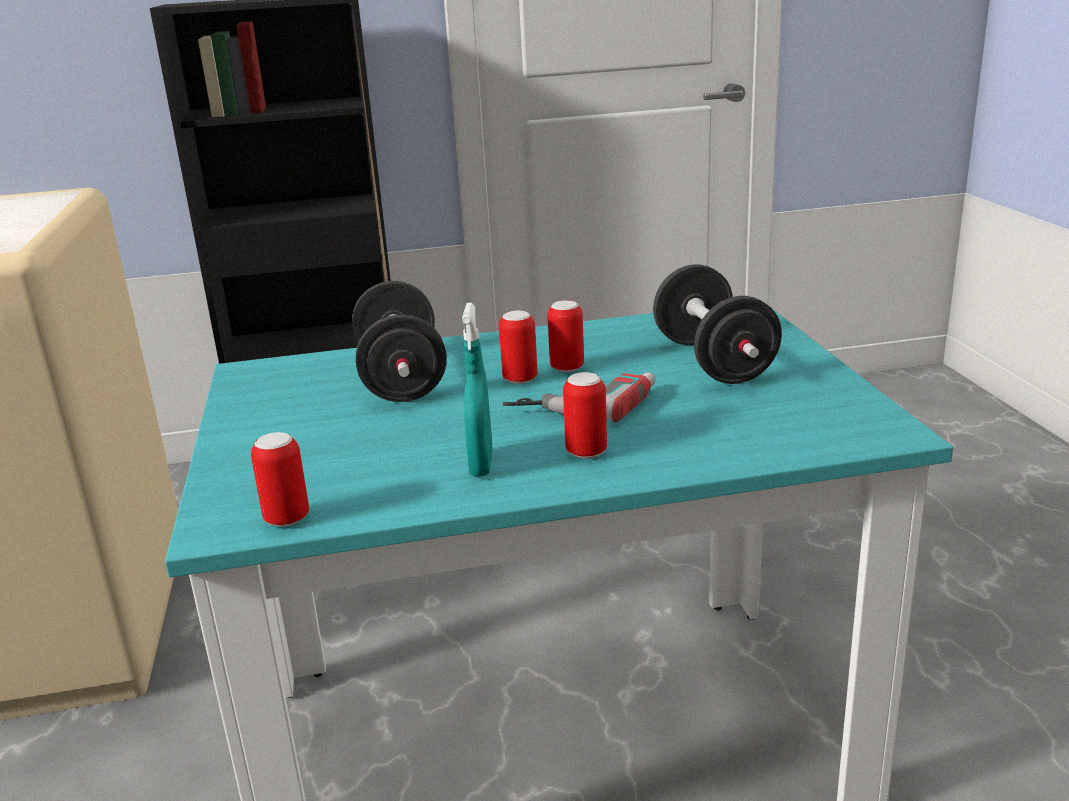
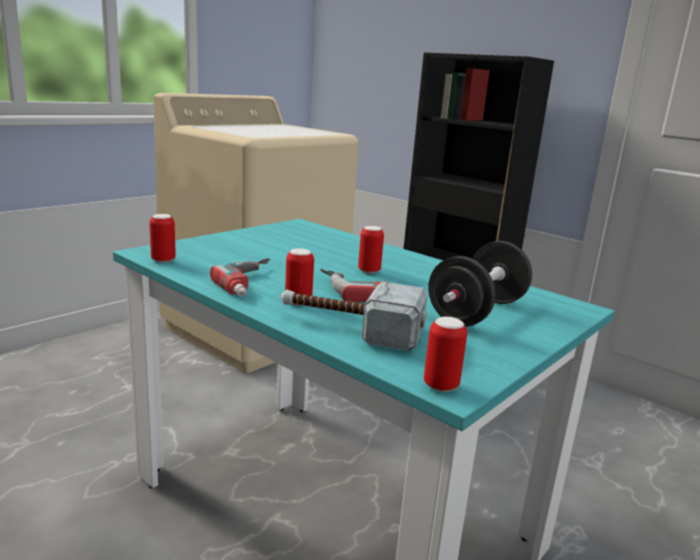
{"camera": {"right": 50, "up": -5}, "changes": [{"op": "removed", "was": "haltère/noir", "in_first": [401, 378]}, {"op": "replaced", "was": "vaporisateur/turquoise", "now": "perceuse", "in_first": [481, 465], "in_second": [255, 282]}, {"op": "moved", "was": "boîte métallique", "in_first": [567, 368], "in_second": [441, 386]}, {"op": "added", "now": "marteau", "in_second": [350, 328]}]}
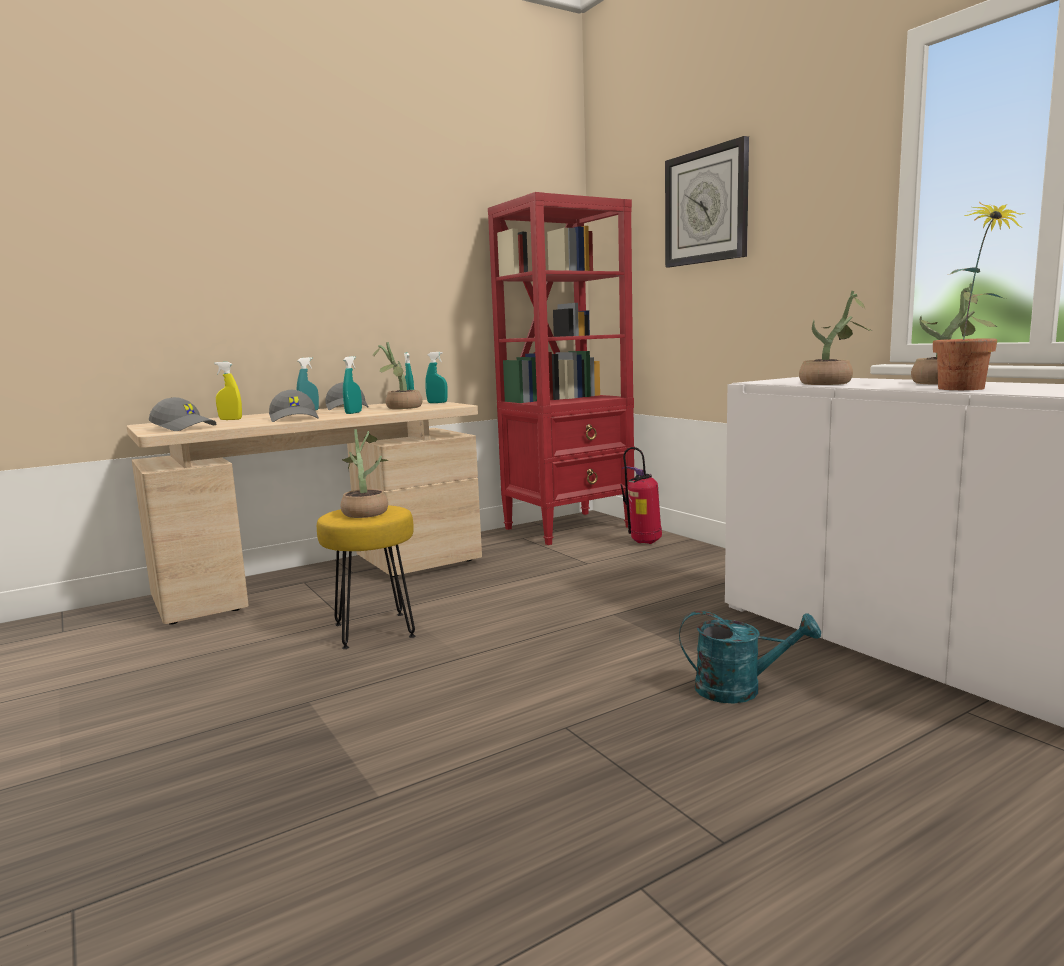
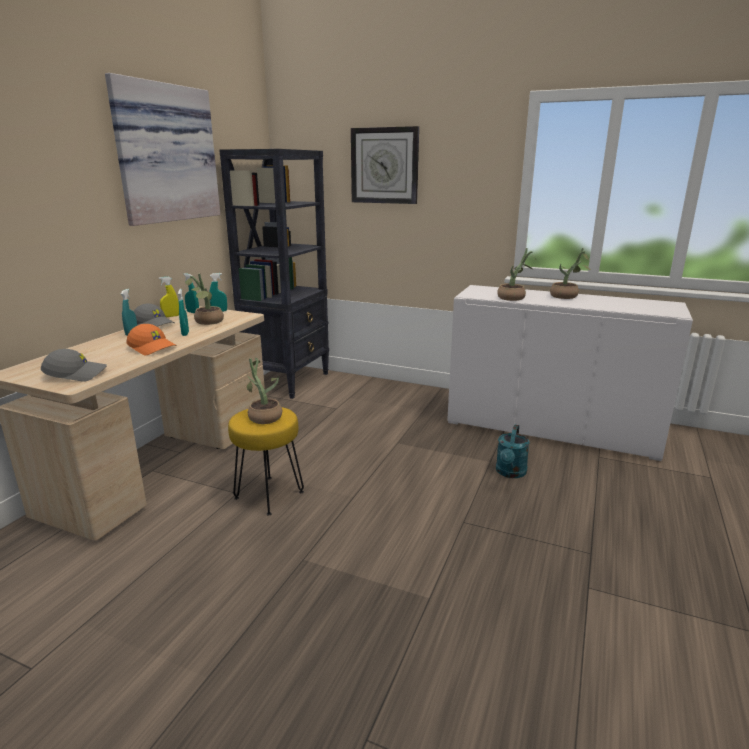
{"camera": {"right": -35, "up": 10}, "changes": [{"op": "moved", "was": "vaporisateur/jaune", "in_first": [230, 419], "in_second": [171, 316]}, {"op": "recoloured", "was": "casquette/gris", "now": "casquette/orange", "in_first": [295, 418], "in_second": [153, 348]}, {"op": "recoloured", "was": "bibliothèque/rouge", "now": "bibliothèque/noir", "in_first": [569, 528], "in_second": [288, 381]}, {"op": "removed", "was": "extincteur", "in_first": [643, 542]}, {"op": "turned", "was": "arrosoir/turquoise", "in_first": [740, 690], "in_second": [510, 473], "clockwise": 135}, {"op": "removed", "was": "plante en pot", "in_first": [966, 389]}, {"op": "added", "now": "tableau", "in_second": [164, 154]}]}
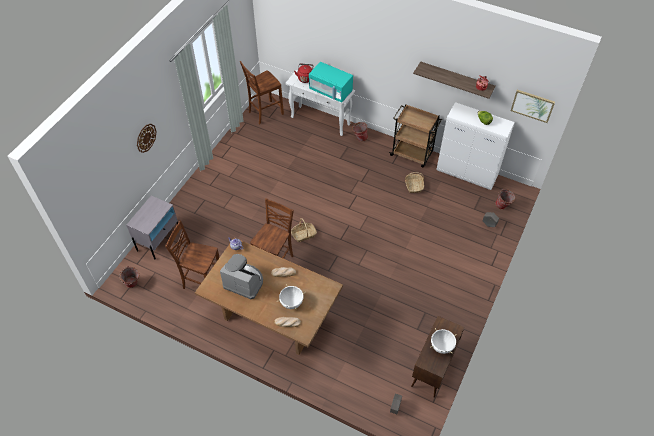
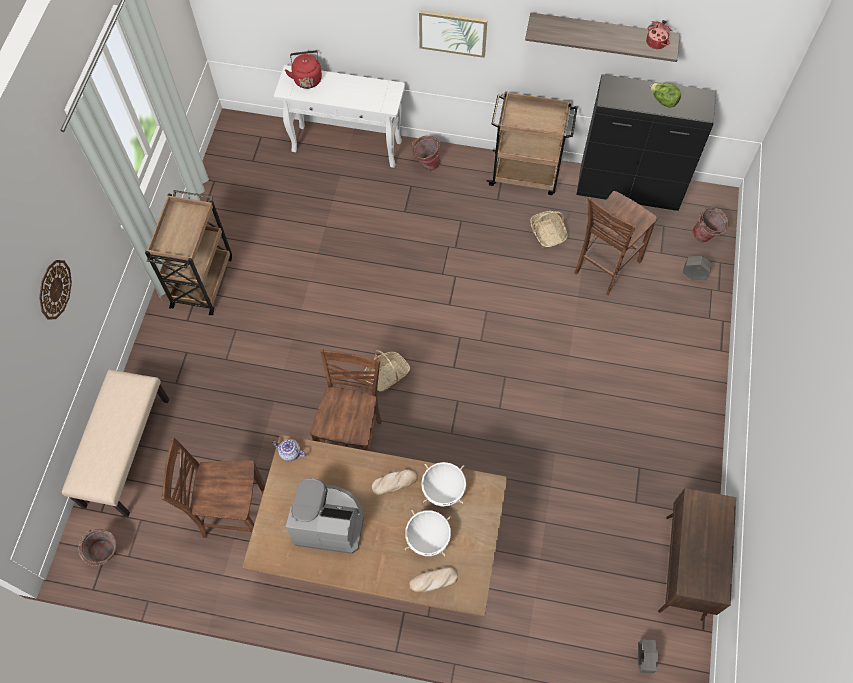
{"camera": {"right": -15, "up": 10}, "changes": [{"op": "replaced", "was": "table de chevet/gris", "now": "banc/beige", "in_first": [158, 239], "in_second": [126, 451]}, {"op": "moved", "was": "chaise/marron", "in_first": [264, 113], "in_second": [605, 267]}, {"op": "removed", "was": "micro-ondes/turquoise", "in_first": [331, 91]}, {"op": "moved", "was": "marmite/blanc", "in_first": [441, 346], "in_second": [443, 491]}, {"op": "recoloured", "was": "meuble de rangement/blanc", "now": "meuble de rangement/noir", "in_first": [467, 174], "in_second": [629, 189]}, {"op": "moved", "was": "tableau", "in_first": [532, 105], "in_second": [453, 32]}, {"op": "added", "now": "chariot/marron", "in_second": [202, 280]}]}
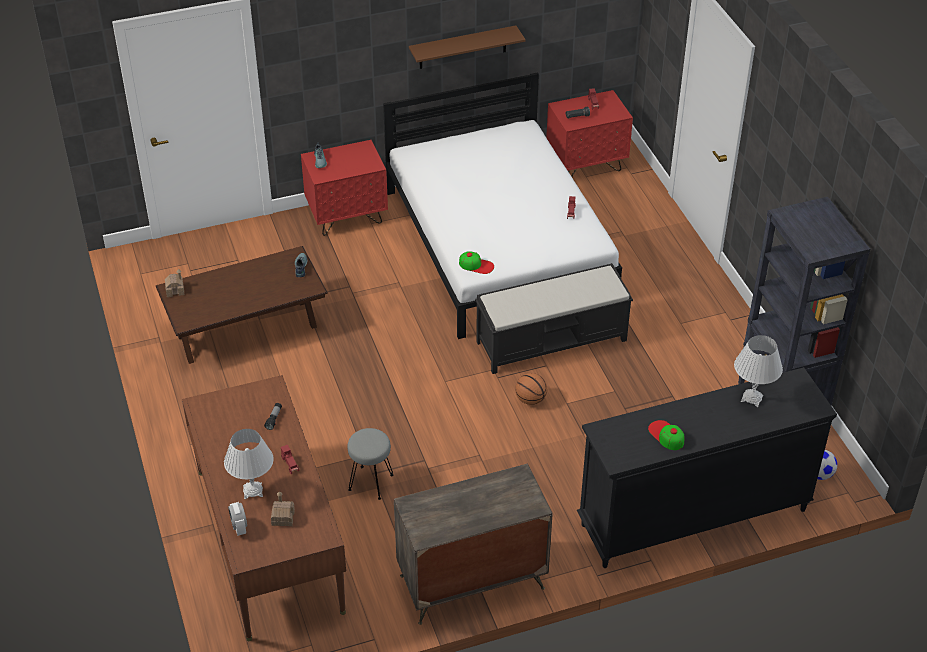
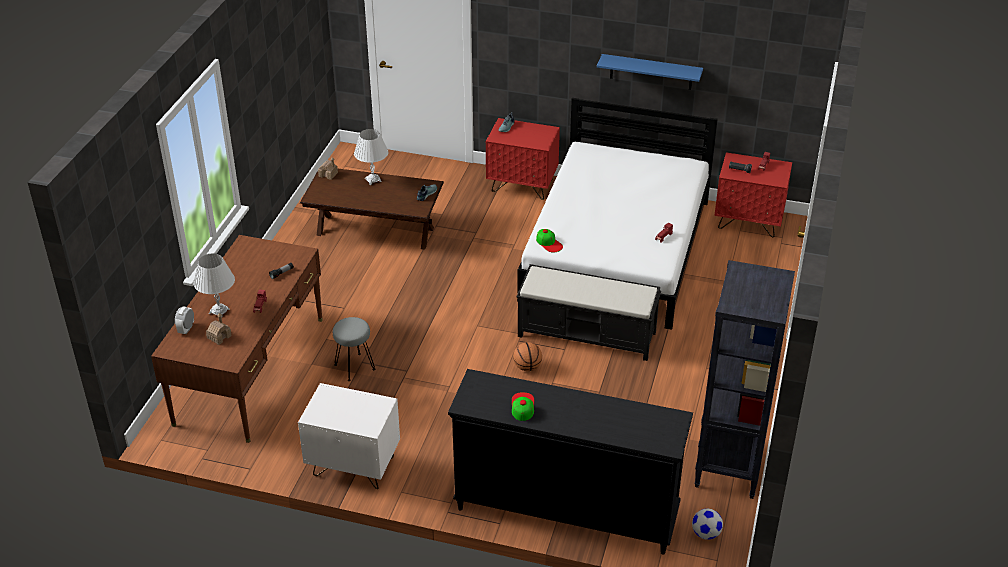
{"camera": {"right": 35, "up": -5}, "changes": [{"op": "replaced", "was": "commode", "now": "table de chevet/blanc", "in_first": [470, 581], "in_second": [353, 467]}, {"op": "recoloured", "was": "étagère/marron", "now": "étagère/bleu", "in_first": [462, 47], "in_second": [651, 72]}, {"op": "moved", "was": "lampe de table/blanc", "in_first": [752, 398], "in_second": [373, 180]}]}
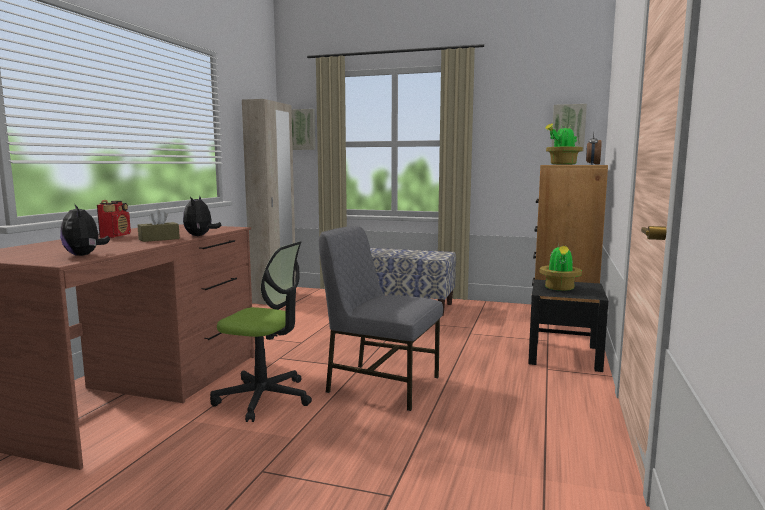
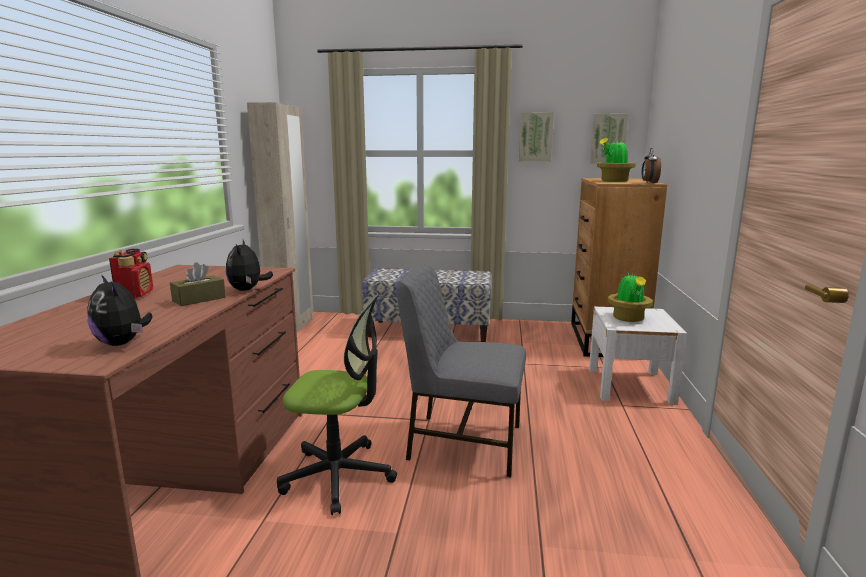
{"camera": {"right": -10, "up": 5}, "changes": [{"op": "moved", "was": "tableau", "in_first": [302, 129], "in_second": [535, 137]}, {"op": "recoloured", "was": "table de chevet/noir", "now": "table de chevet/blanc", "in_first": [564, 355], "in_second": [630, 385]}]}
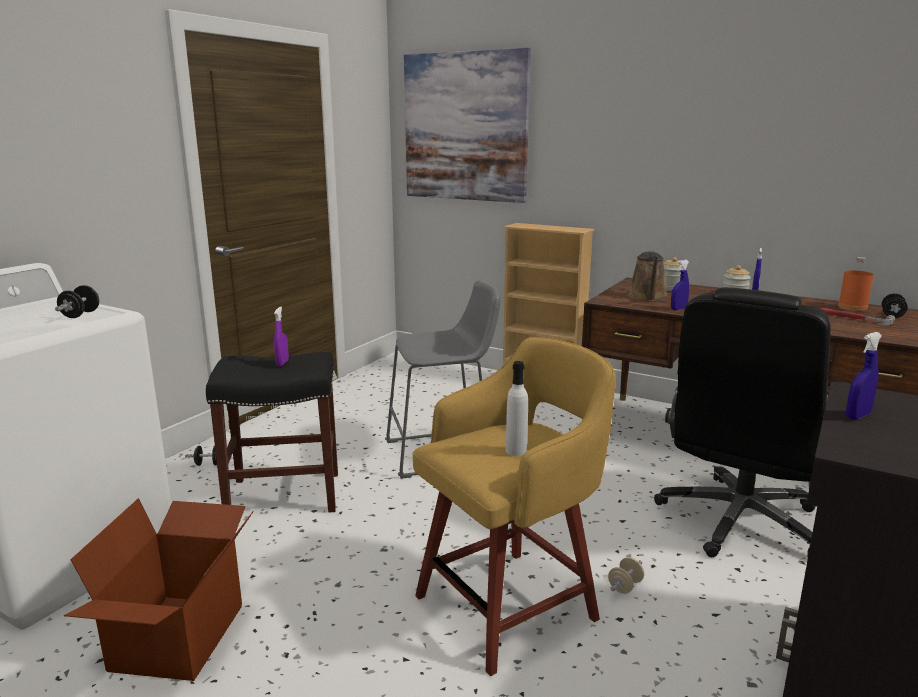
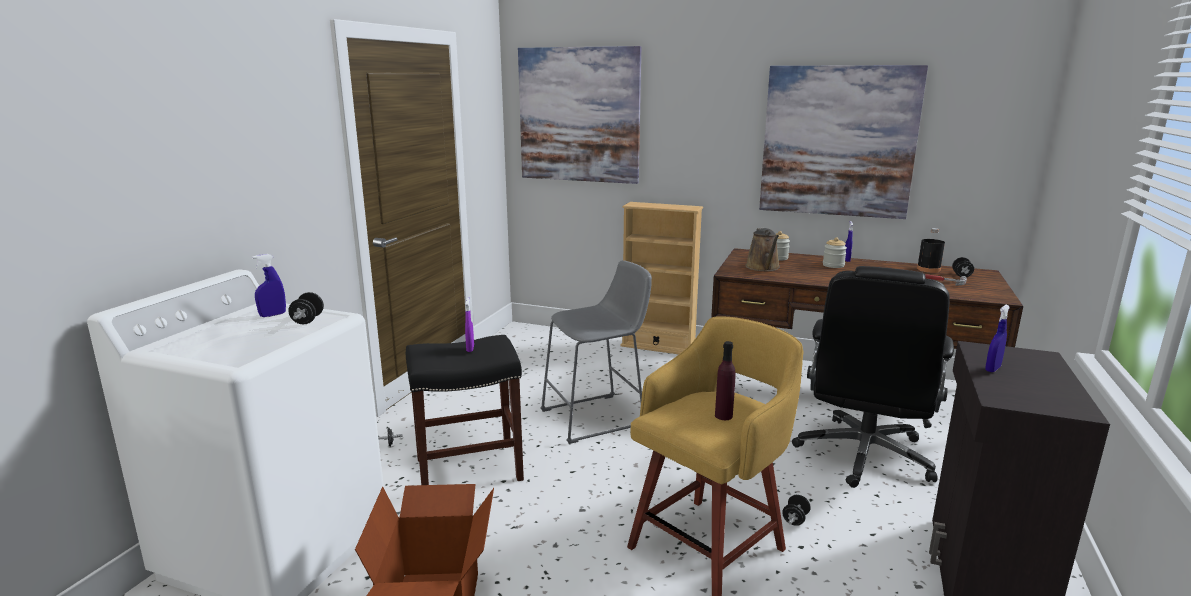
{"camera": {"right": -10, "up": 0}, "changes": [{"op": "recoloured", "was": "bouteille/blanc", "now": "bouteille/violet", "in_first": [516, 451], "in_second": [723, 416]}, {"op": "recoloured", "was": "haltère/beige", "now": "haltère/noir", "in_first": [625, 586], "in_second": [795, 519]}, {"op": "moved", "was": "vaporisateur/bleu", "in_first": [678, 309], "in_second": [273, 315]}, {"op": "recoloured", "was": "bouteille/orange", "now": "bouteille/noir", "in_first": [852, 307], "in_second": [928, 269]}, {"op": "added", "now": "tableau", "in_second": [838, 142]}]}
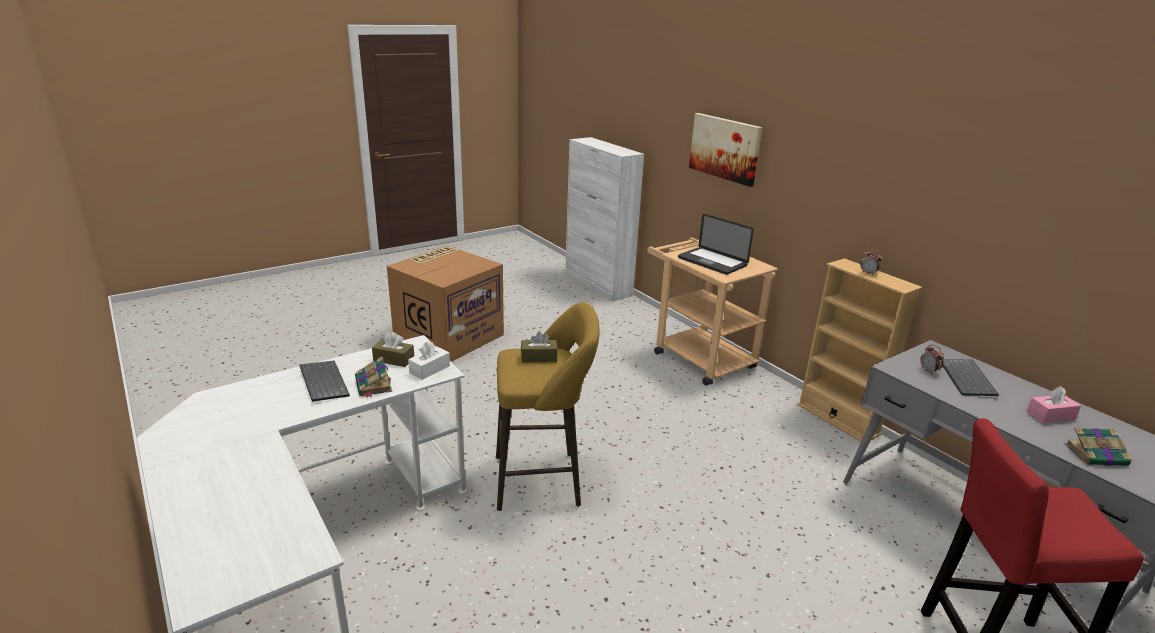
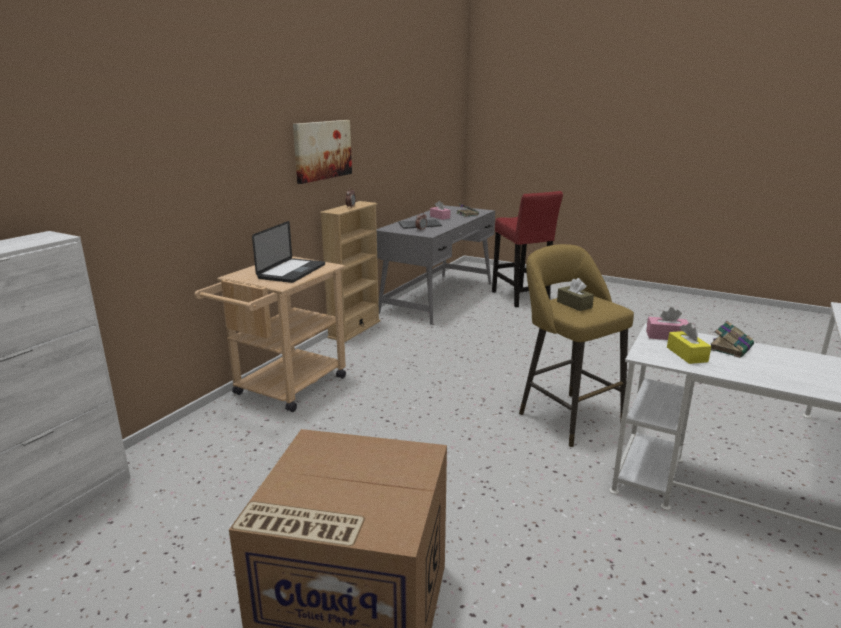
{"camera": {"right": -115, "up": -5}, "changes": [{"op": "removed", "was": "clavier", "in_first": [322, 382]}, {"op": "recoloured", "was": "boîte à mouchoirs/marron", "now": "boîte à mouchoirs/jaune", "in_first": [394, 359], "in_second": [687, 354]}, {"op": "recoloured", "was": "boîte à mouchoirs/blanc", "now": "boîte à mouchoirs/rose", "in_first": [429, 369], "in_second": [666, 336]}, {"op": "moved", "was": "tableau", "in_first": [725, 148], "in_second": [322, 150]}]}
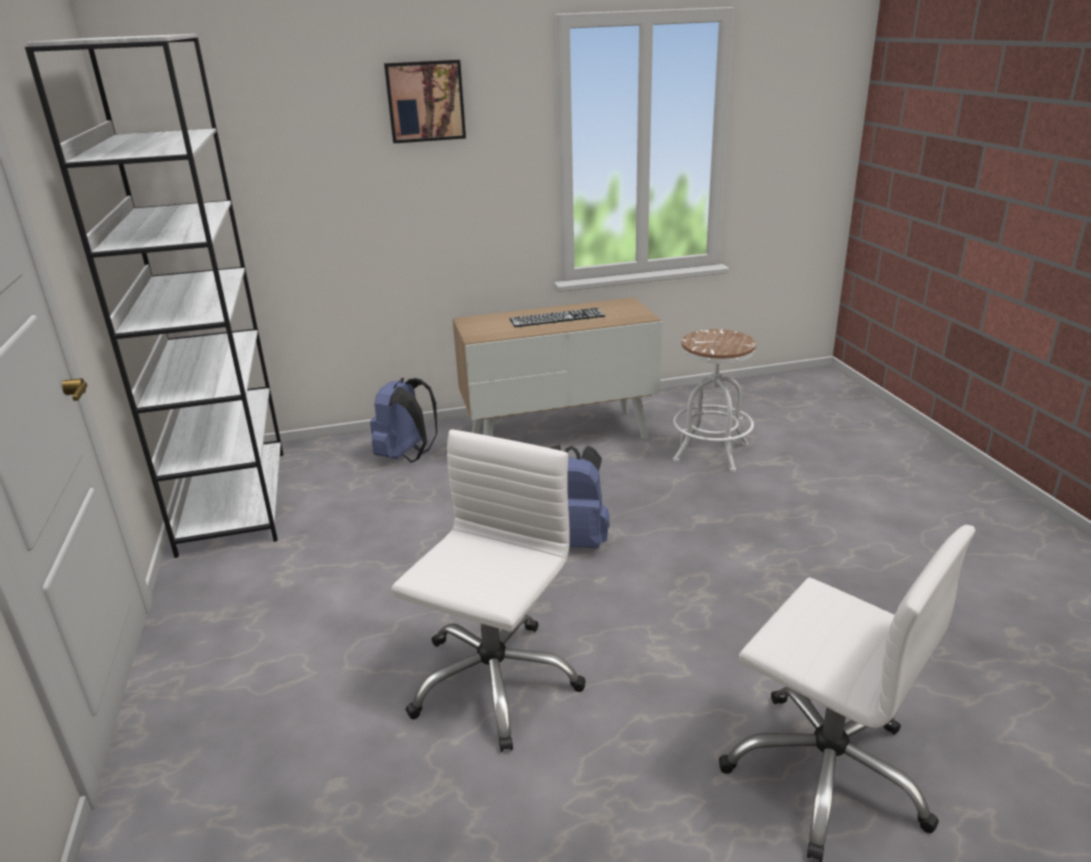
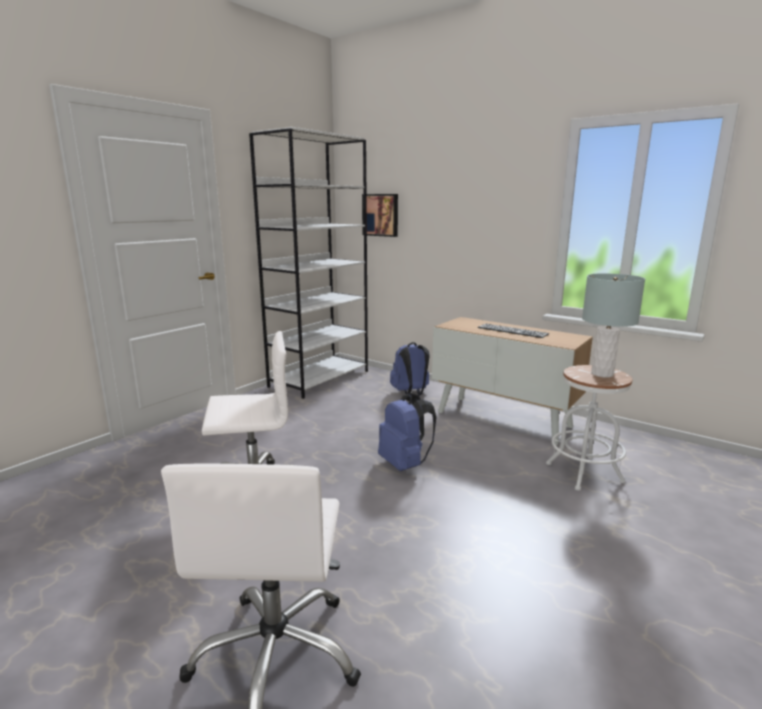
{"camera": {"right": 50, "up": -10}, "changes": [{"op": "moved", "was": "tableau", "in_first": [425, 101], "in_second": [381, 215]}, {"op": "added", "now": "lampe de table/gris", "in_second": [602, 374]}]}
